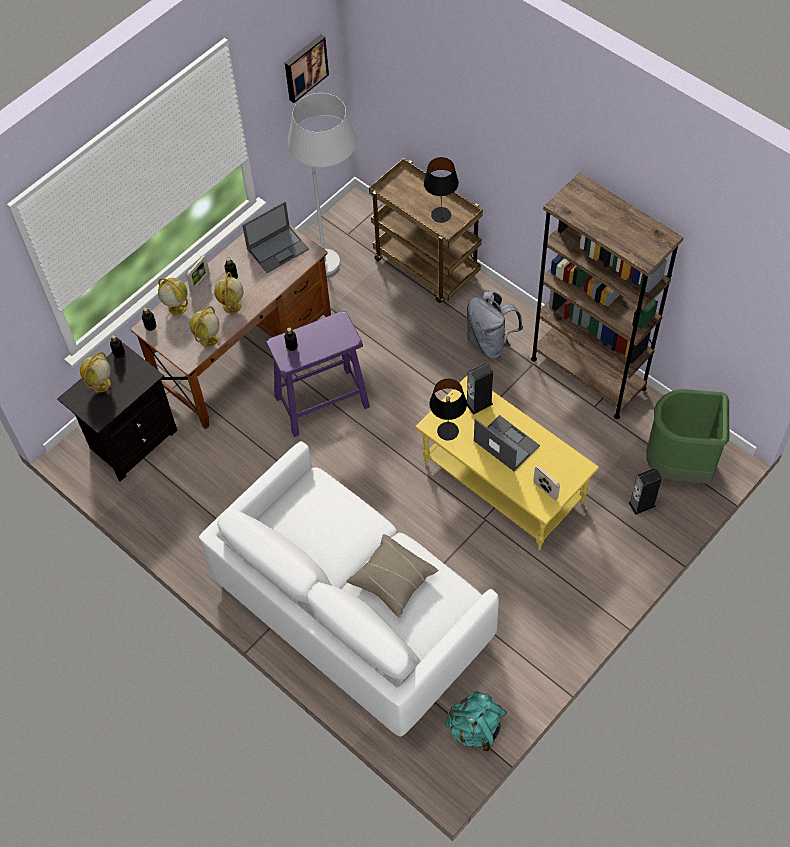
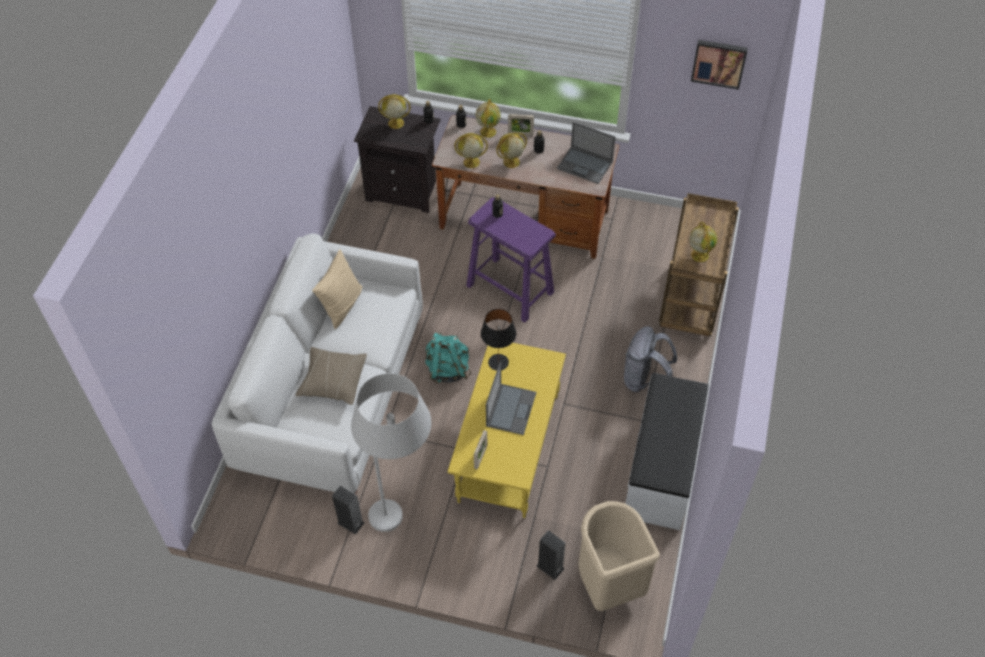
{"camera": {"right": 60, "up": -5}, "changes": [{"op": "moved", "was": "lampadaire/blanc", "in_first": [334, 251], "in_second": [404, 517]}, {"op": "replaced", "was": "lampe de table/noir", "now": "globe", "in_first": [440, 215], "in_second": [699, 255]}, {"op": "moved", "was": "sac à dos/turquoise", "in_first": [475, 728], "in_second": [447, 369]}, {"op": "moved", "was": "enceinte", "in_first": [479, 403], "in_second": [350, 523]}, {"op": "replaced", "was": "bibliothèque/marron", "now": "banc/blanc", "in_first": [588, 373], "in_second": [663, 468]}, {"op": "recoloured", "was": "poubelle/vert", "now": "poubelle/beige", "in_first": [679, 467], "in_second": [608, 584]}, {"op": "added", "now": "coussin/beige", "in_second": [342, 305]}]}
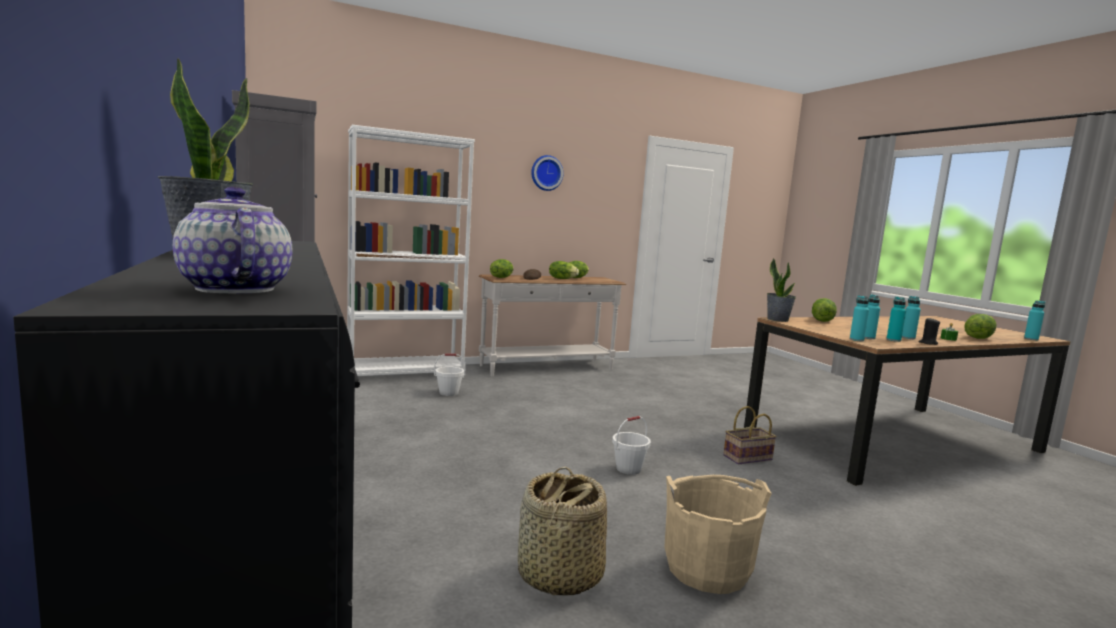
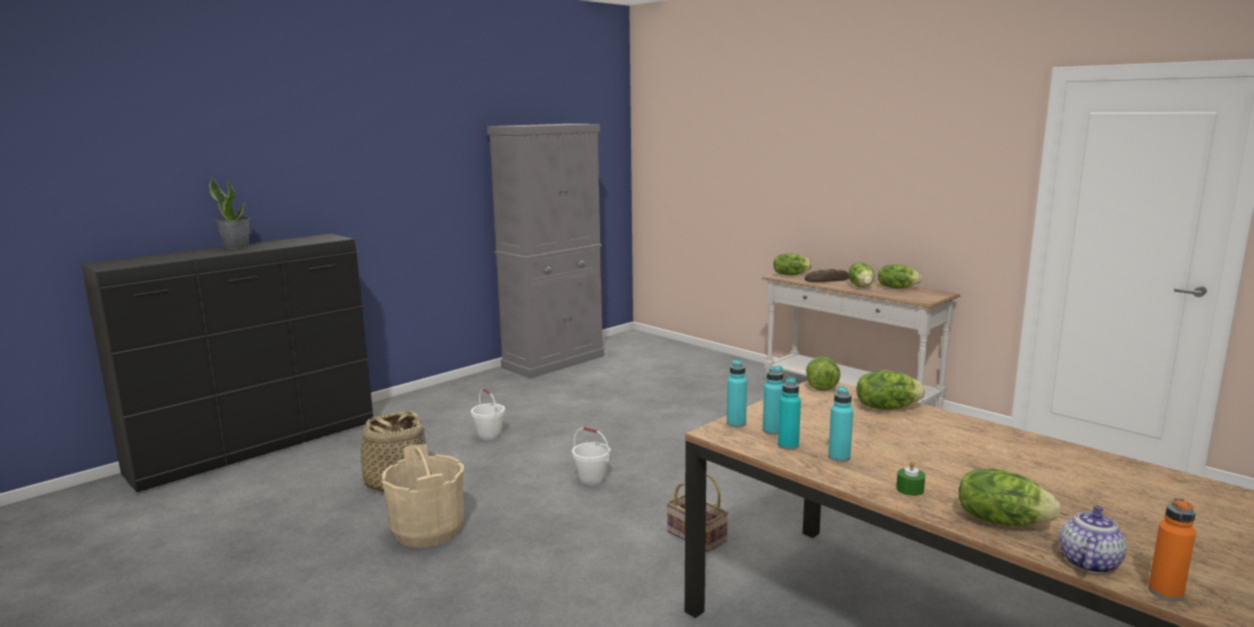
{"camera": {"right": 70, "up": 5}, "changes": [{"op": "moved", "was": "théière", "in_first": [234, 289], "in_second": [1088, 562]}, {"op": "removed", "was": "bibliothèque/blanc", "in_first": [405, 374]}, {"op": "moved", "was": "seau/blanc", "in_first": [449, 393], "in_second": [489, 436]}, {"op": "removed", "was": "horloge murale", "in_first": [546, 173]}, {"op": "replaced", "was": "plante en pot", "now": "laitue", "in_first": [777, 319], "in_second": [821, 385]}, {"op": "removed", "was": "bougie/noir", "in_first": [928, 343]}, {"op": "recoloured", "was": "bouteille/turquoise", "now": "bouteille/orange", "in_first": [1031, 339], "in_second": [1165, 592]}]}
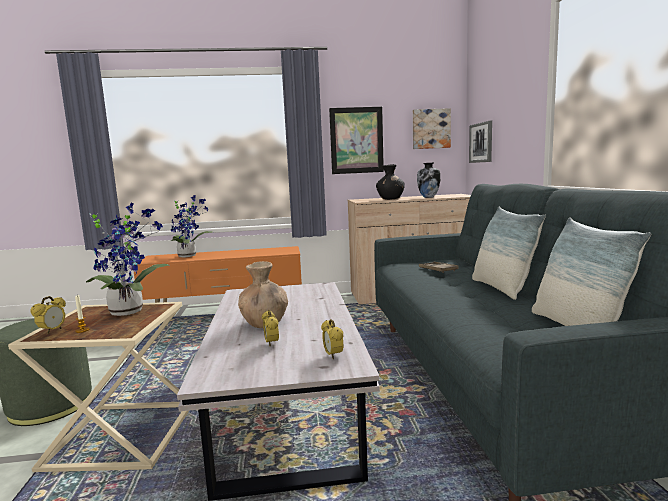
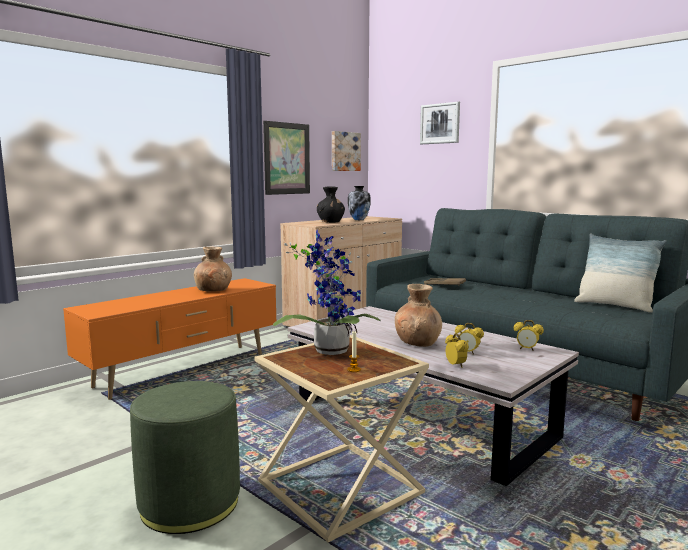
{"camera": {"right": -40, "up": 0}, "changes": [{"op": "moved", "was": "réveil", "in_first": [52, 331], "in_second": [455, 366]}, {"op": "removed", "was": "plante en pot", "in_first": [189, 255]}, {"op": "moved", "was": "tableau", "in_first": [481, 142], "in_second": [440, 123]}, {"op": "removed", "was": "coussin", "in_first": [501, 288]}, {"op": "added", "now": "vase/marron", "in_second": [213, 290]}]}
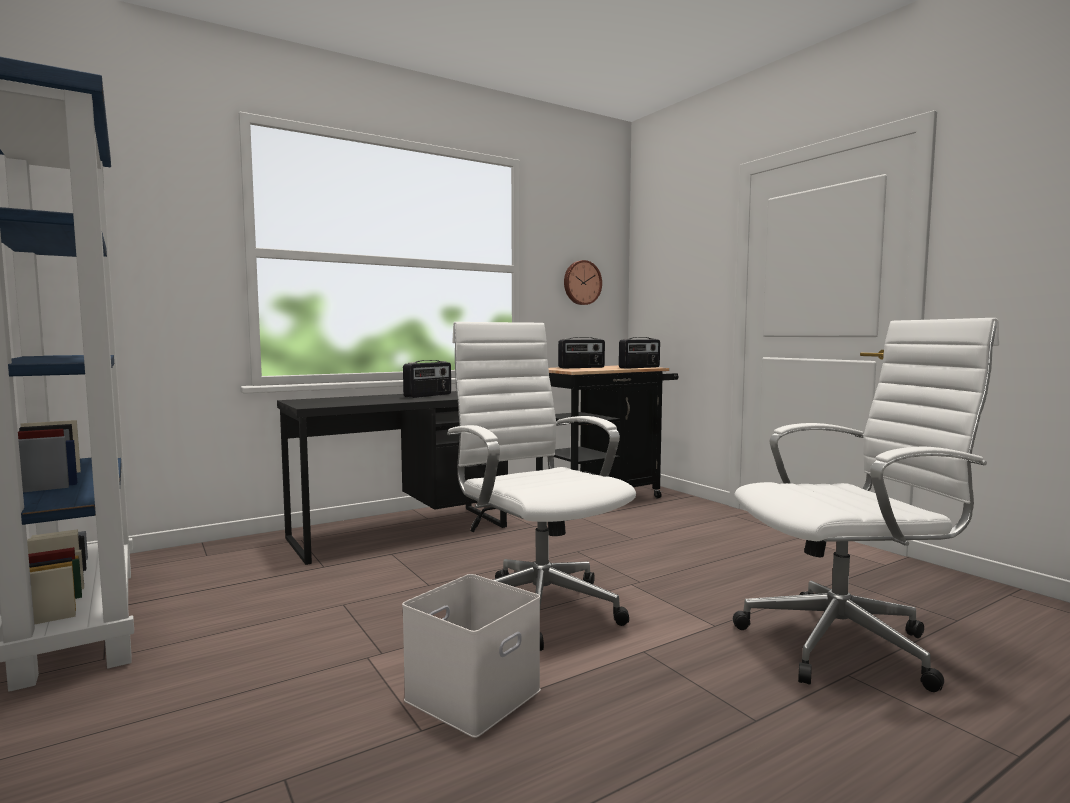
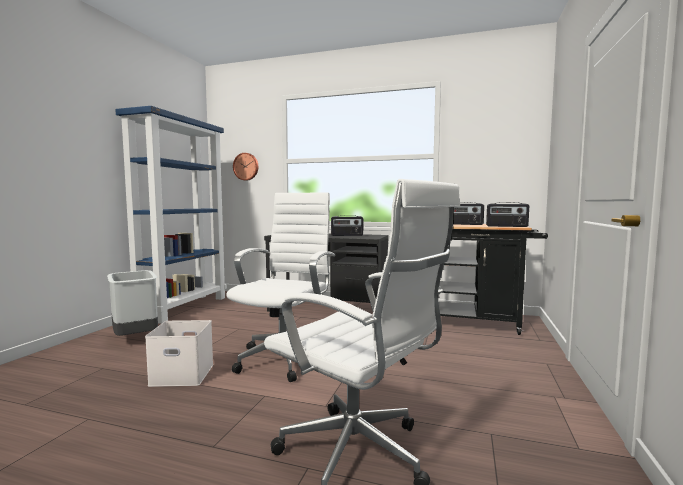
{"camera": {"right": 50, "up": 0}, "changes": [{"op": "moved", "was": "horloge murale", "in_first": [581, 282], "in_second": [246, 166]}, {"op": "added", "now": "poubelle/gris", "in_second": [136, 337]}]}
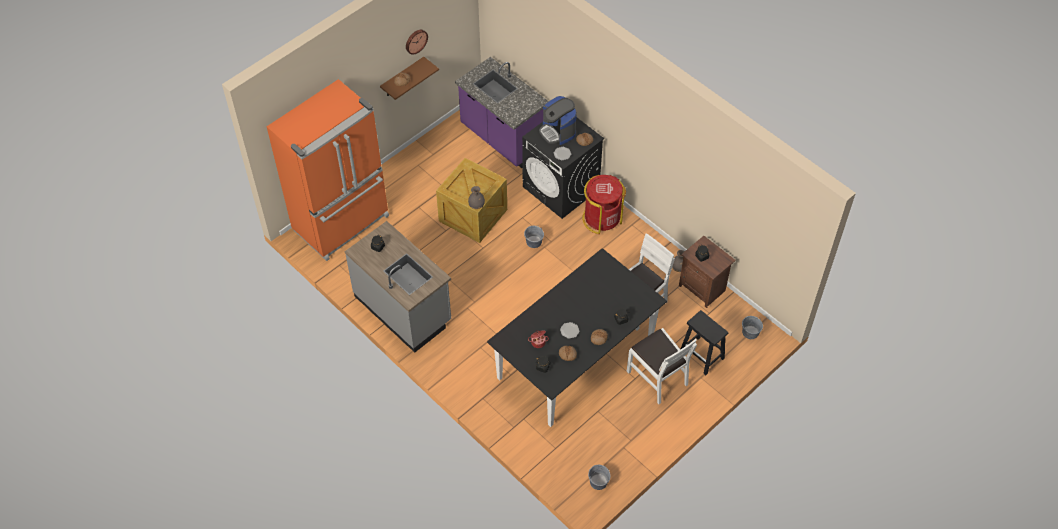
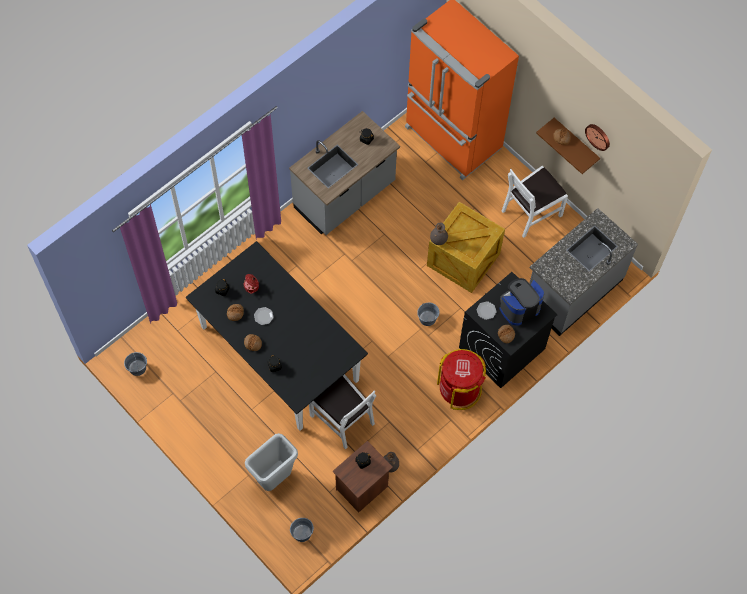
{"camera": {"right": 90, "up": 10}, "changes": [{"op": "recoloured", "was": "comptoir de cuisine/violet", "now": "comptoir de cuisine/gris", "in_first": [503, 138], "in_second": [572, 290]}, {"op": "moved", "was": "chaise/blanc", "in_first": [657, 377], "in_second": [531, 212]}, {"op": "replaced", "was": "tabouret/noir", "now": "poubelle/gris", "in_first": [702, 356], "in_second": [274, 479]}]}
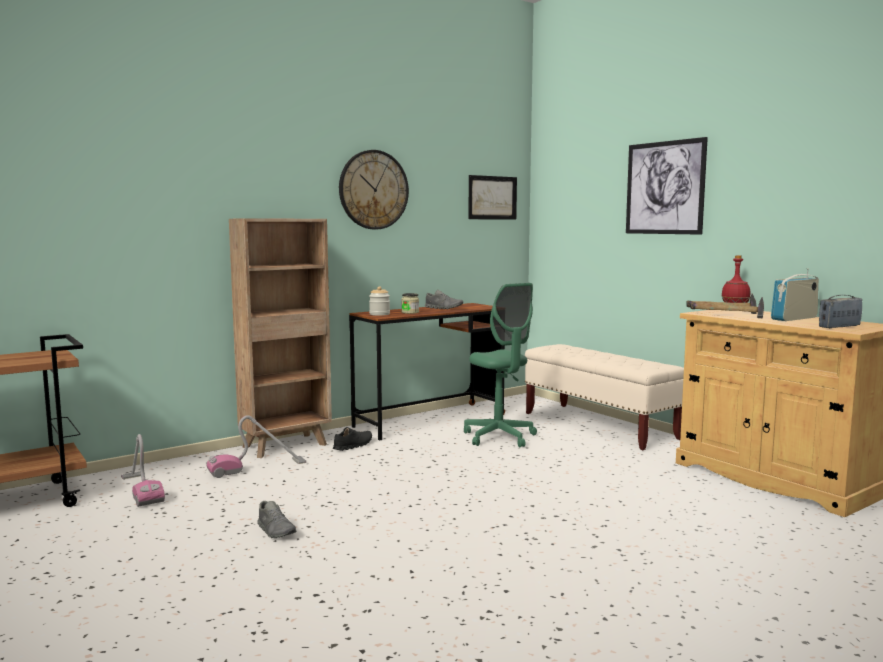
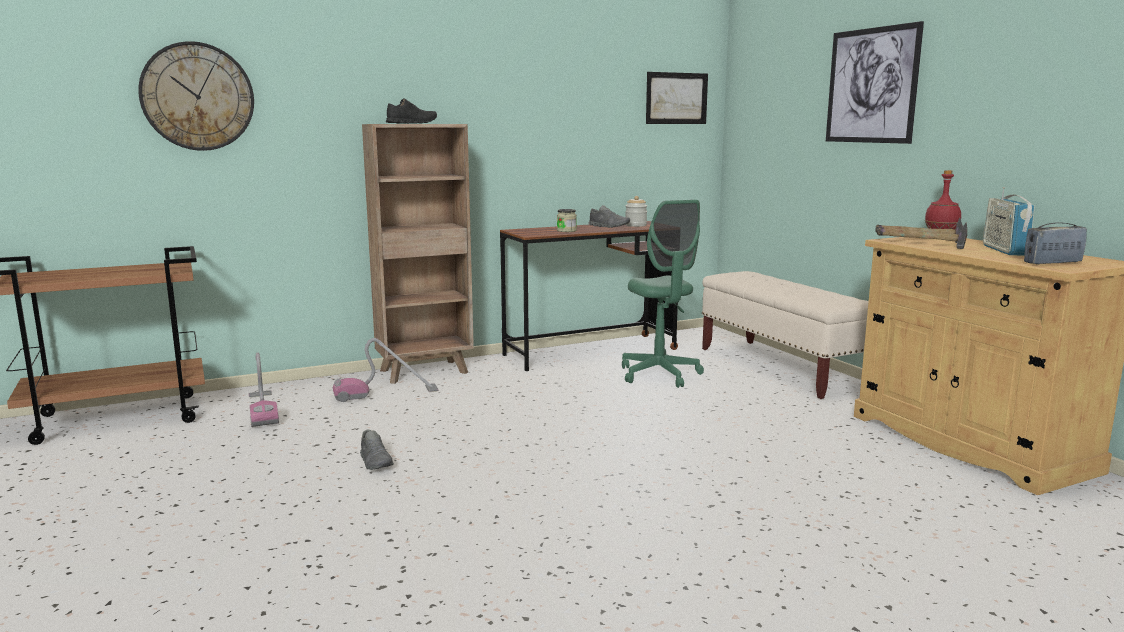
{"camera": {"right": 10, "up": 5}, "changes": [{"op": "moved", "was": "chaussure/noir", "in_first": [353, 445], "in_second": [412, 123]}, {"op": "moved", "was": "horloge murale", "in_first": [373, 190], "in_second": [197, 97]}, {"op": "moved", "was": "bocal", "in_first": [379, 314], "in_second": [635, 225]}, {"op": "turned", "was": "radio", "in_first": [794, 318], "in_second": [1004, 250], "clockwise": -60}]}
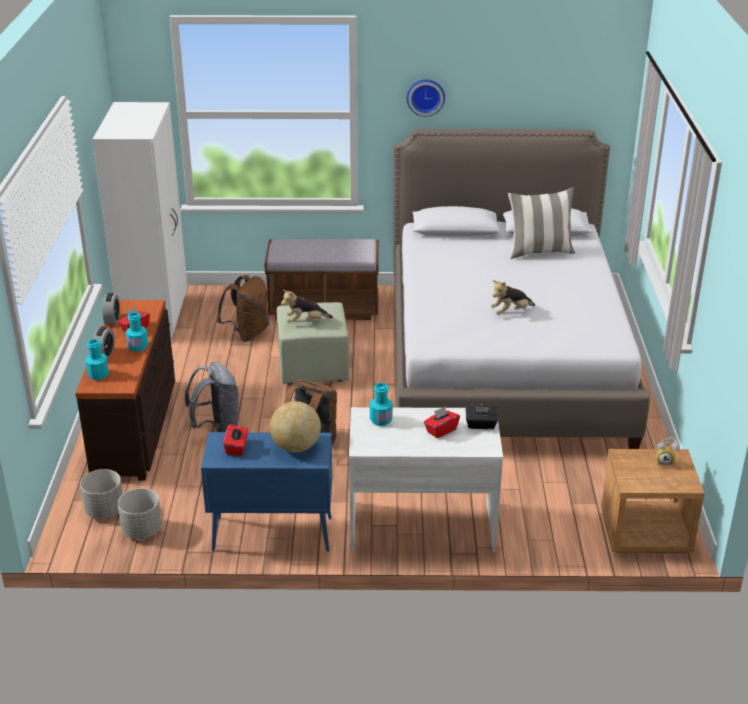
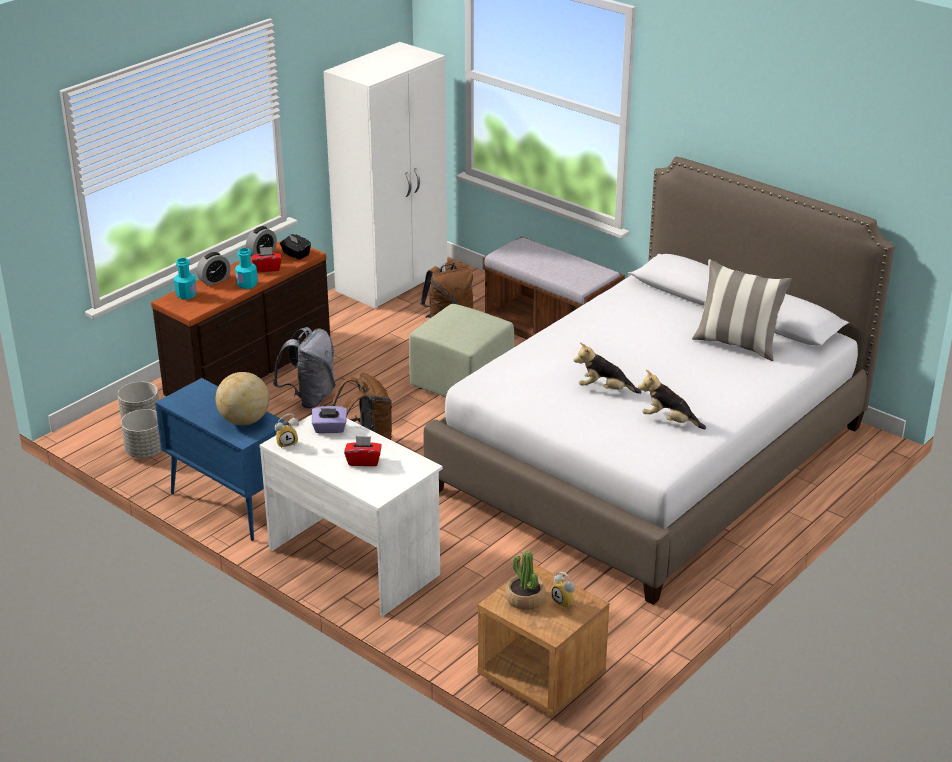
{"camera": {"right": 40, "up": 0}, "changes": [{"op": "removed", "was": "boîte à mouchoirs/rouge", "in_first": [237, 448]}, {"op": "moved", "was": "peluche", "in_first": [305, 322], "in_second": [669, 421]}, {"op": "replaced", "was": "bouteille/turquoise", "now": "boîte à mouchoirs/violet", "in_first": [381, 420], "in_second": [329, 429]}, {"op": "removed", "was": "horloge murale", "in_first": [425, 96]}, {"op": "moved", "was": "boîte à mouchoirs/noir", "in_first": [481, 425], "in_second": [295, 254]}, {"op": "added", "now": "réveil", "in_second": [287, 442]}, {"op": "added", "now": "plante en pot", "in_second": [525, 599]}]}
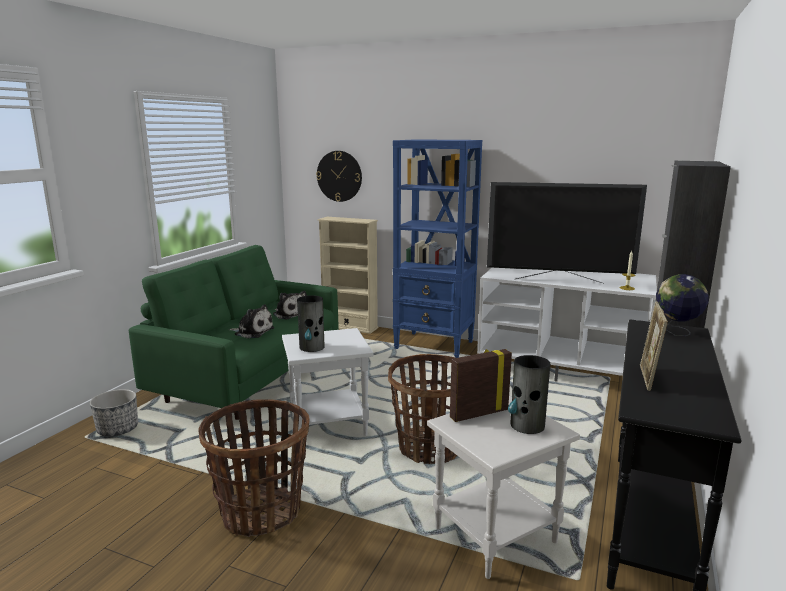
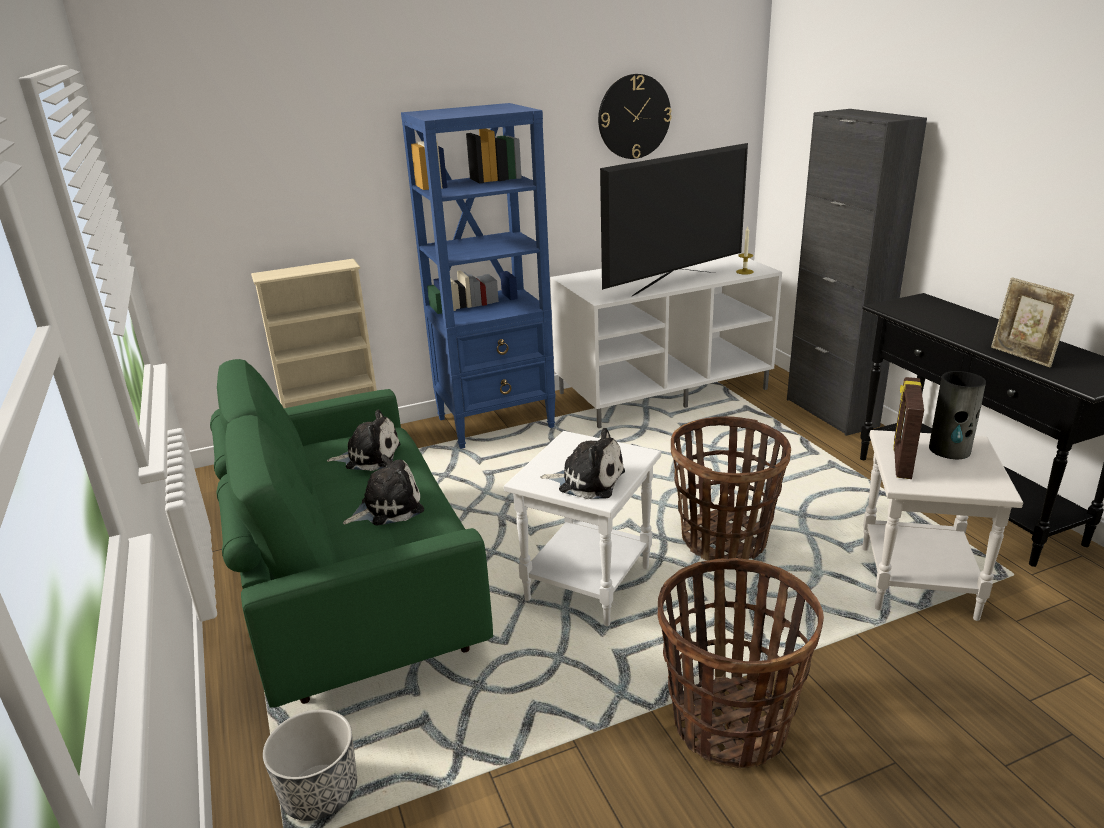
{"camera": {"right": -45, "up": 10}, "changes": [{"op": "replaced", "was": "vase", "now": "peluche", "in_first": [312, 347], "in_second": [587, 480]}, {"op": "moved", "was": "horloge murale", "in_first": [339, 176], "in_second": [634, 117]}, {"op": "removed", "was": "globe", "in_first": [676, 332]}]}
